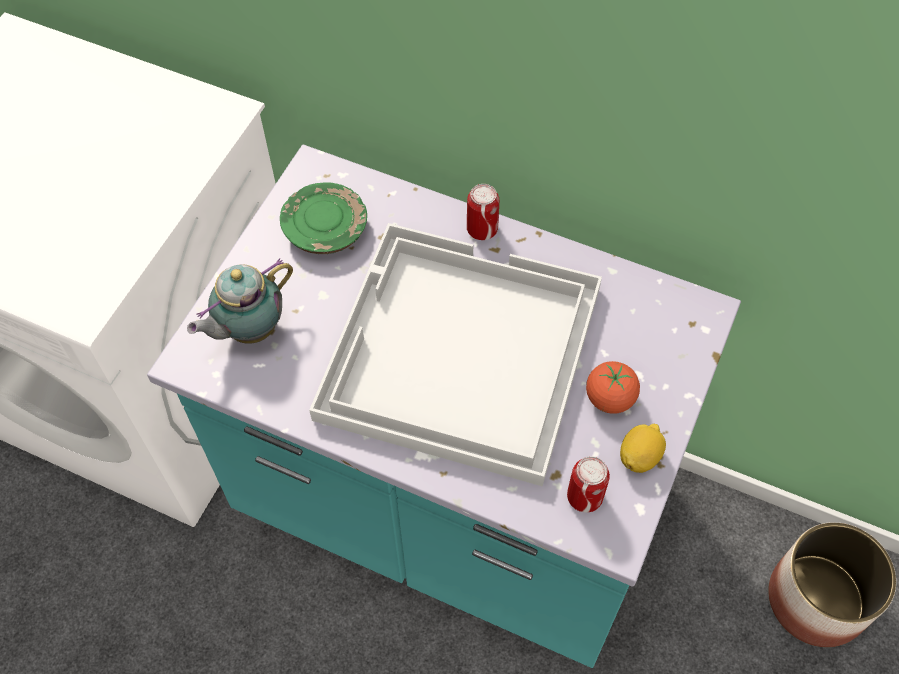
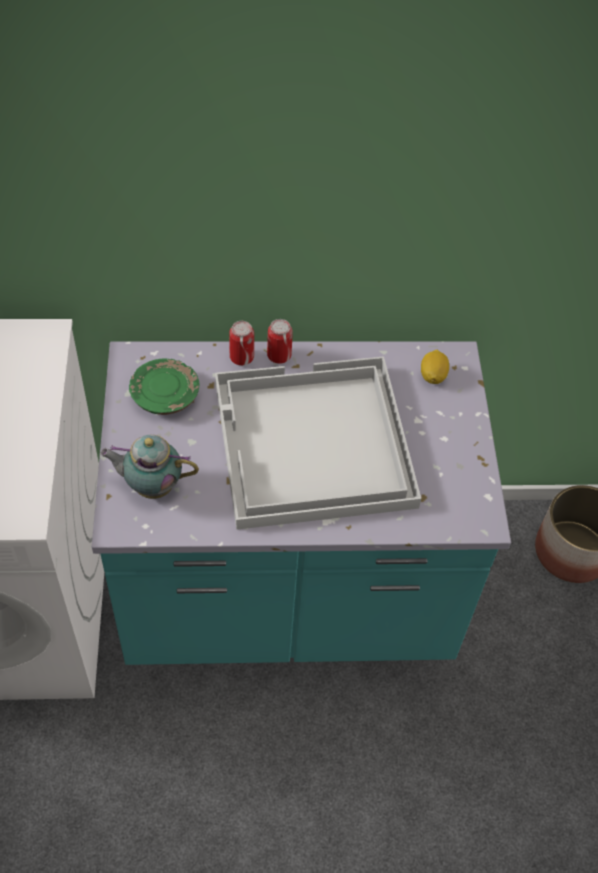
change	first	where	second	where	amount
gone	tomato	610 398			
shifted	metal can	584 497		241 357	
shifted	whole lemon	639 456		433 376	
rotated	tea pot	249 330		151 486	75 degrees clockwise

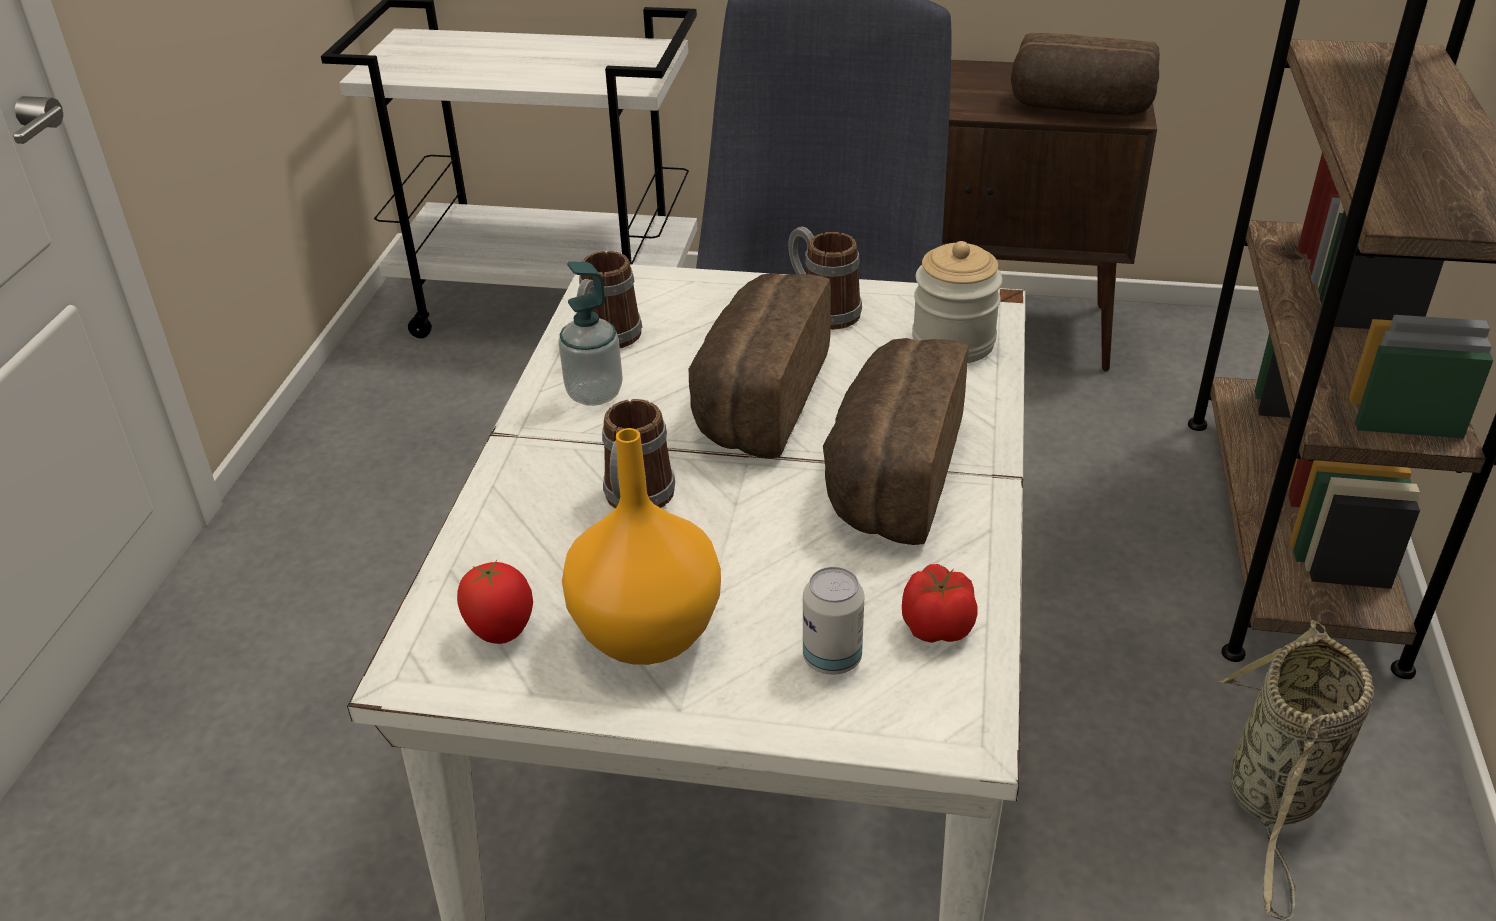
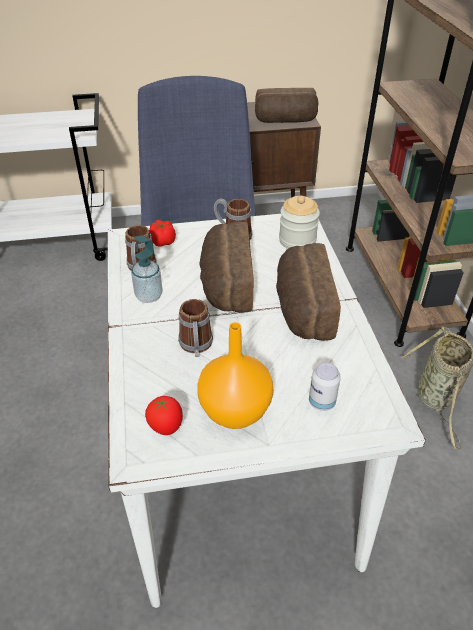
change	first	where	second	where	amount
shifted	tomato	937 625		163 242	

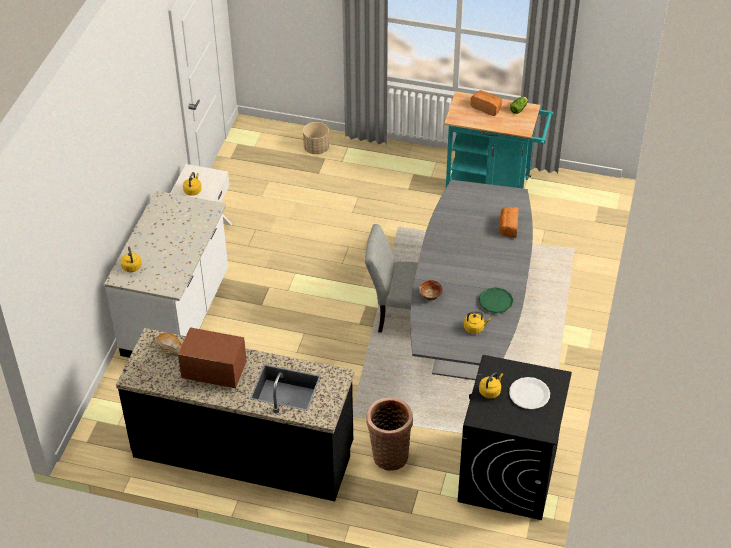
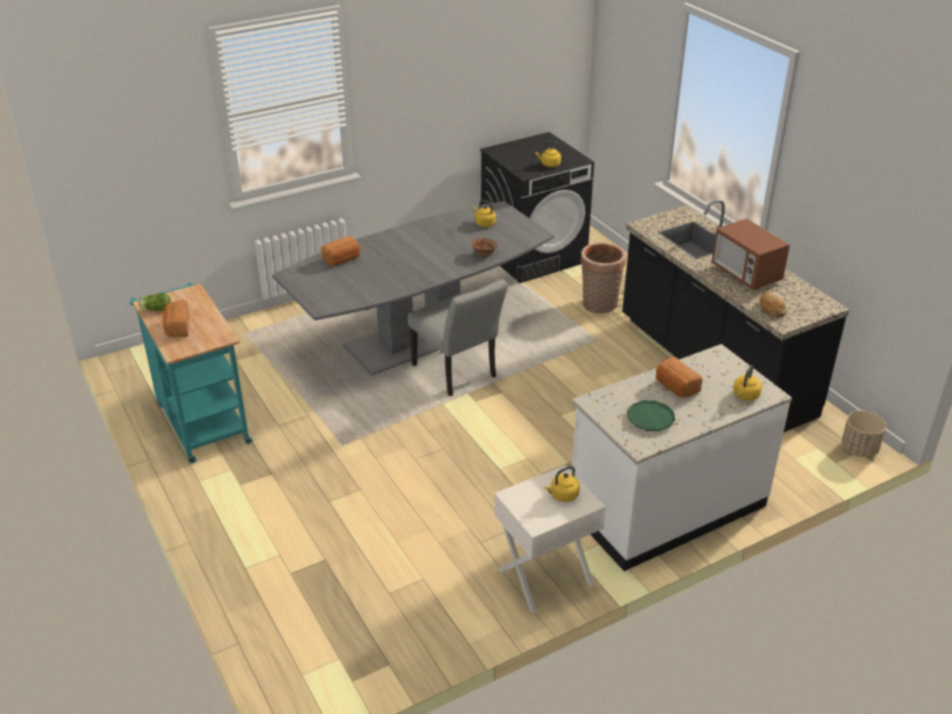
change	first	where	second	where	amount
gone	white plate	529 394			
new			bread	675 387	
shifted	sand-coloured plant pot	316 148		859 449	
shifted	greenish plate	495 302		650 419	

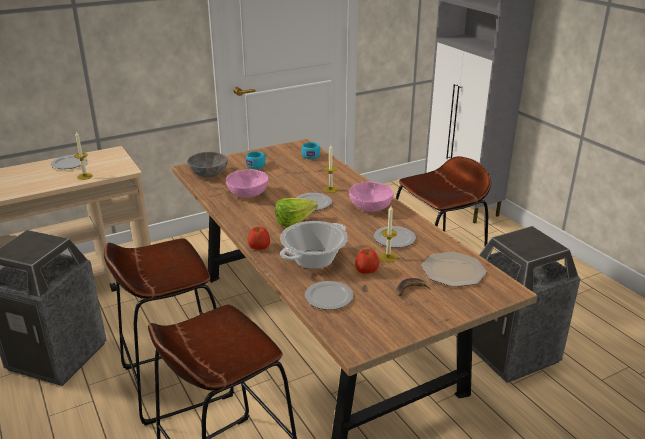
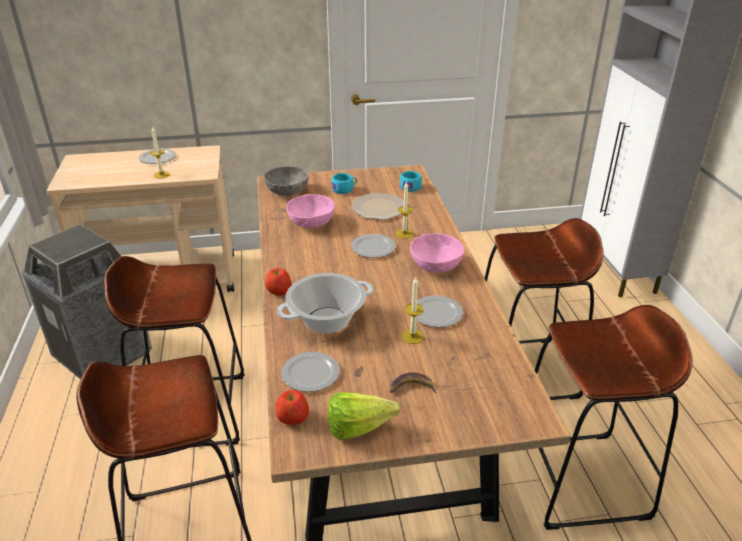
change	first	where	second	where	amount
shifted	lettuce	298 221		364 428	
shifted	whole apple	366 270		292 417	
shifted	plate	452 271		378 208	
swapped	waste bin	511 353	brown sitting stool	579 479	

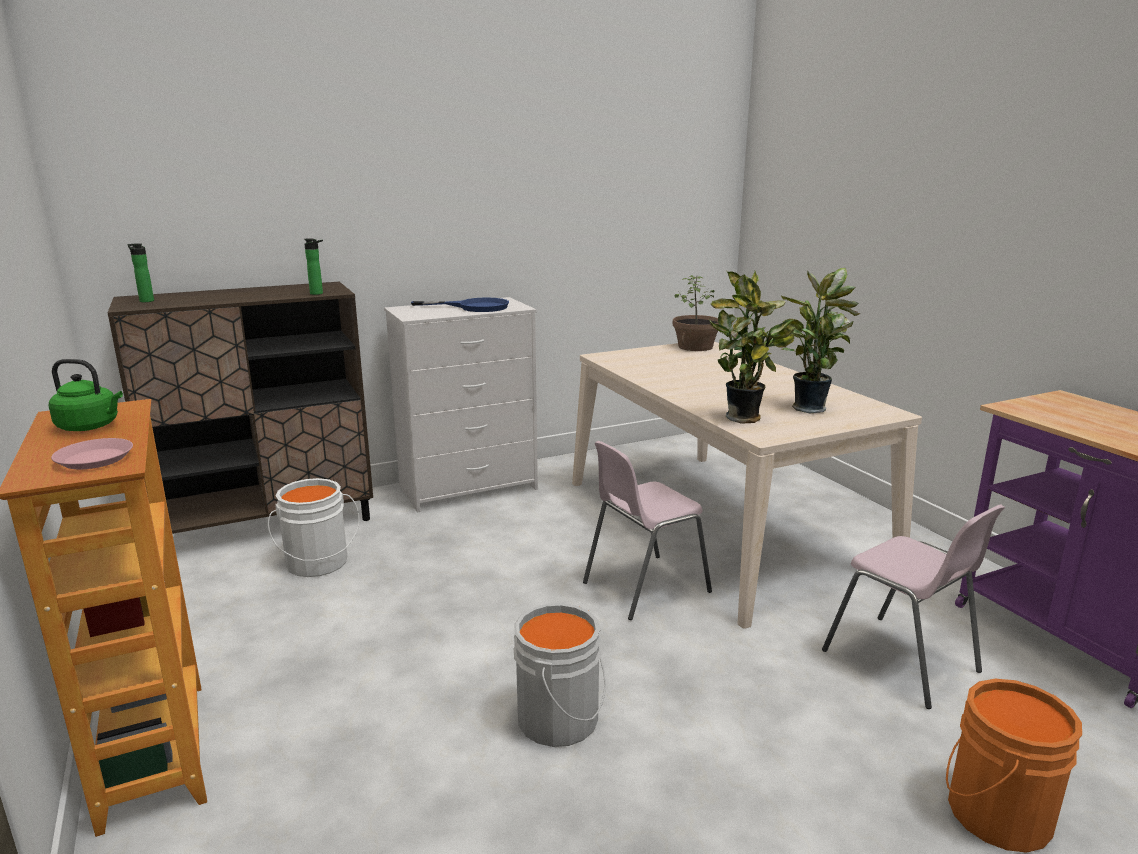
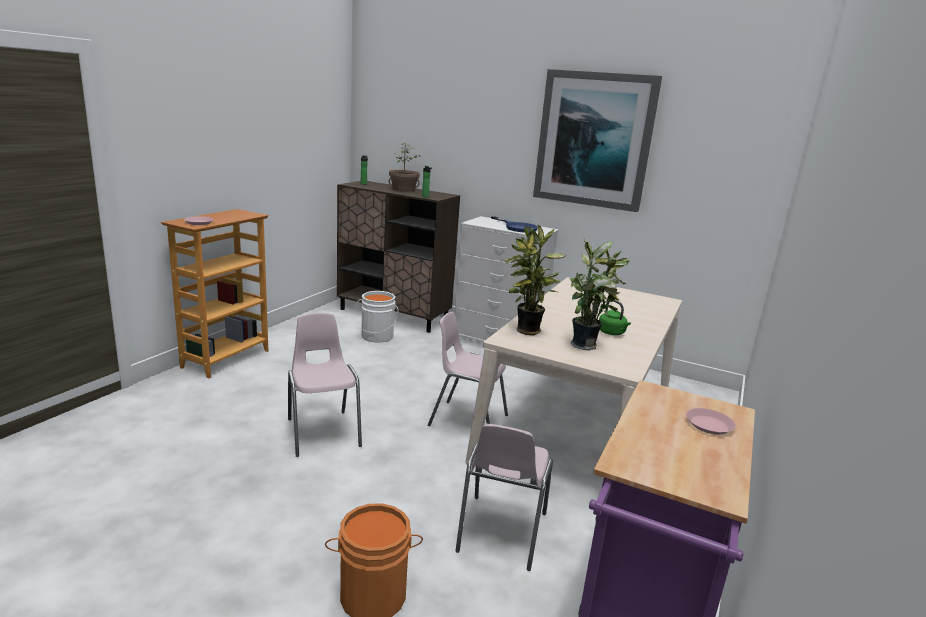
change	first	where	second	where	amount
new			wall picture	594 140	
new			pink plate	709 425	
shifted	greenish kettle	91 426		612 333	
shifted	plant in a pot	695 347		403 189	
swapped	grey bucket	562 720	pink plain chair	323 432	

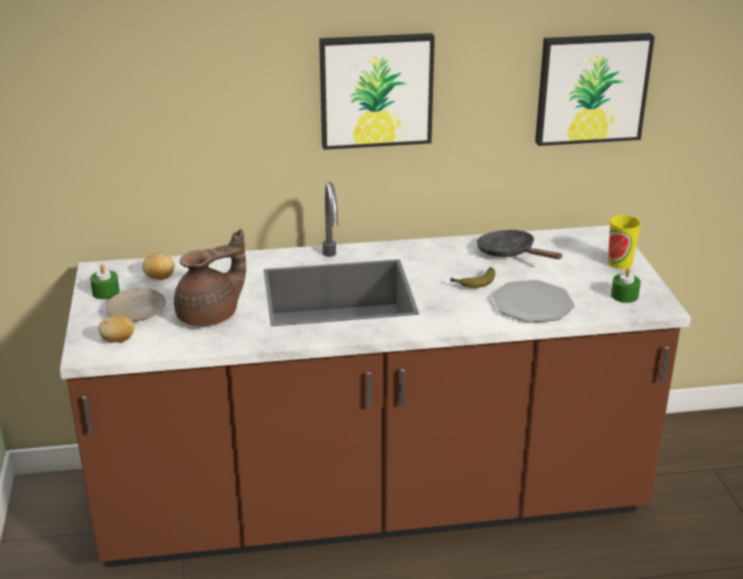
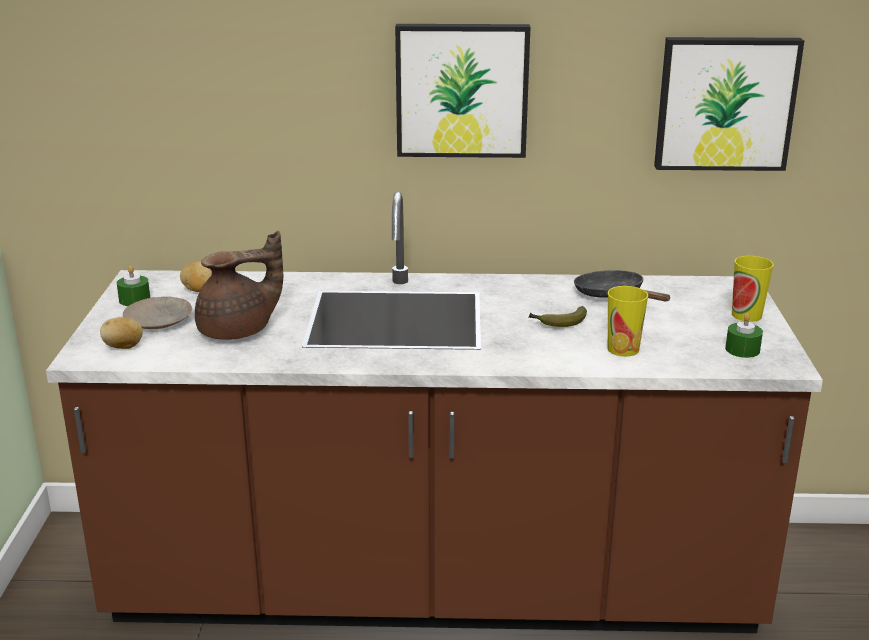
change	first	where	second	where	amount
swapped	plate	532 304	small cup	623 349	

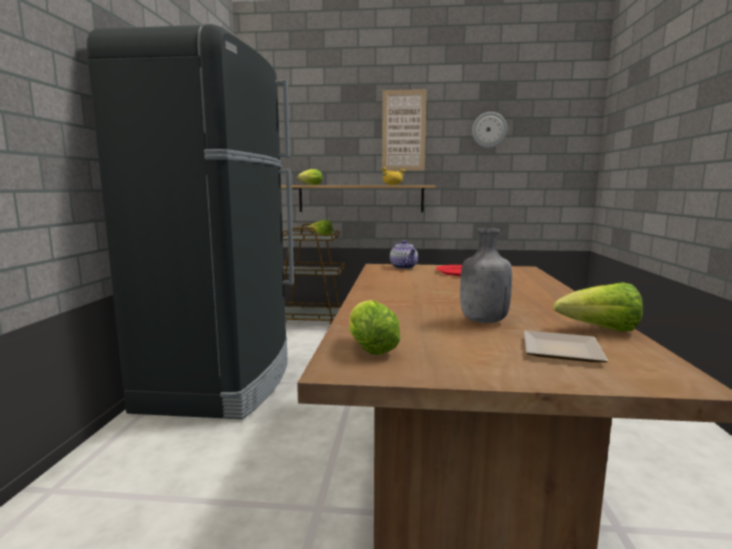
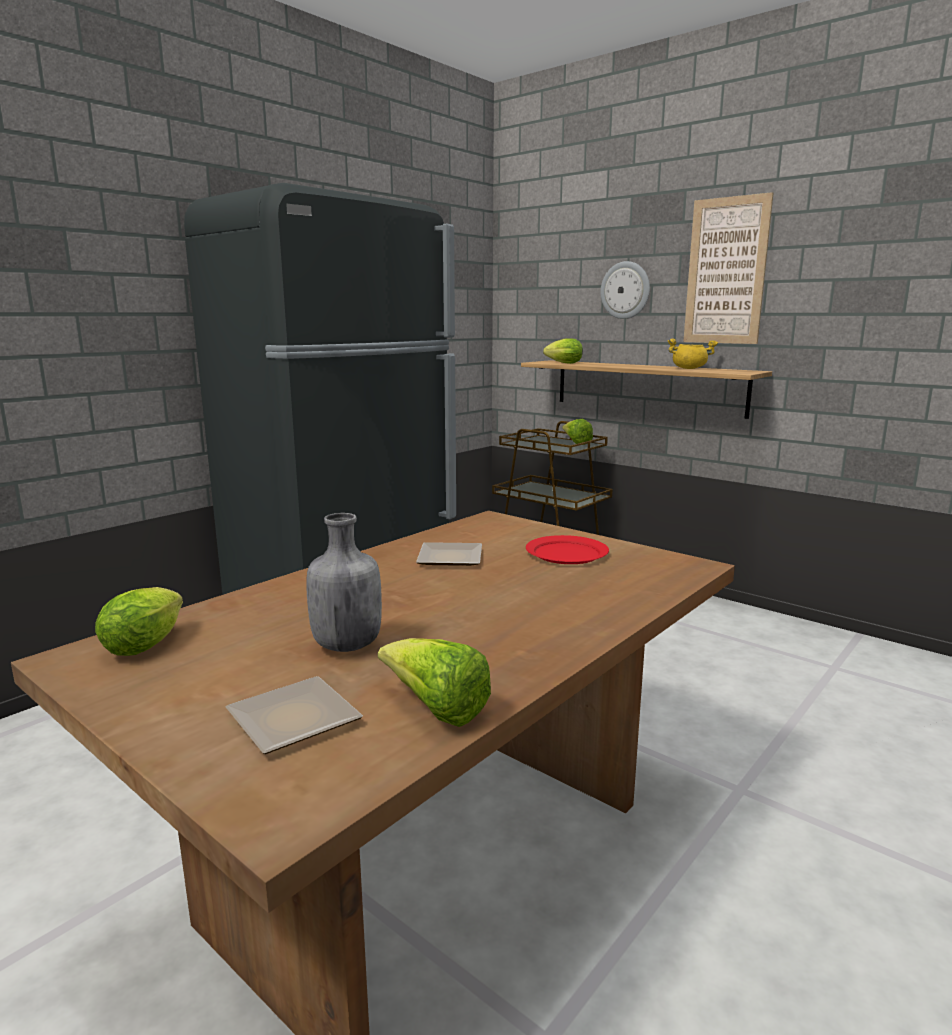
change	first	where	second	where	amount
gone	tea pot	404 267			
new			plate	452 557	
shifted	clock on the wall	489 130		625 290	

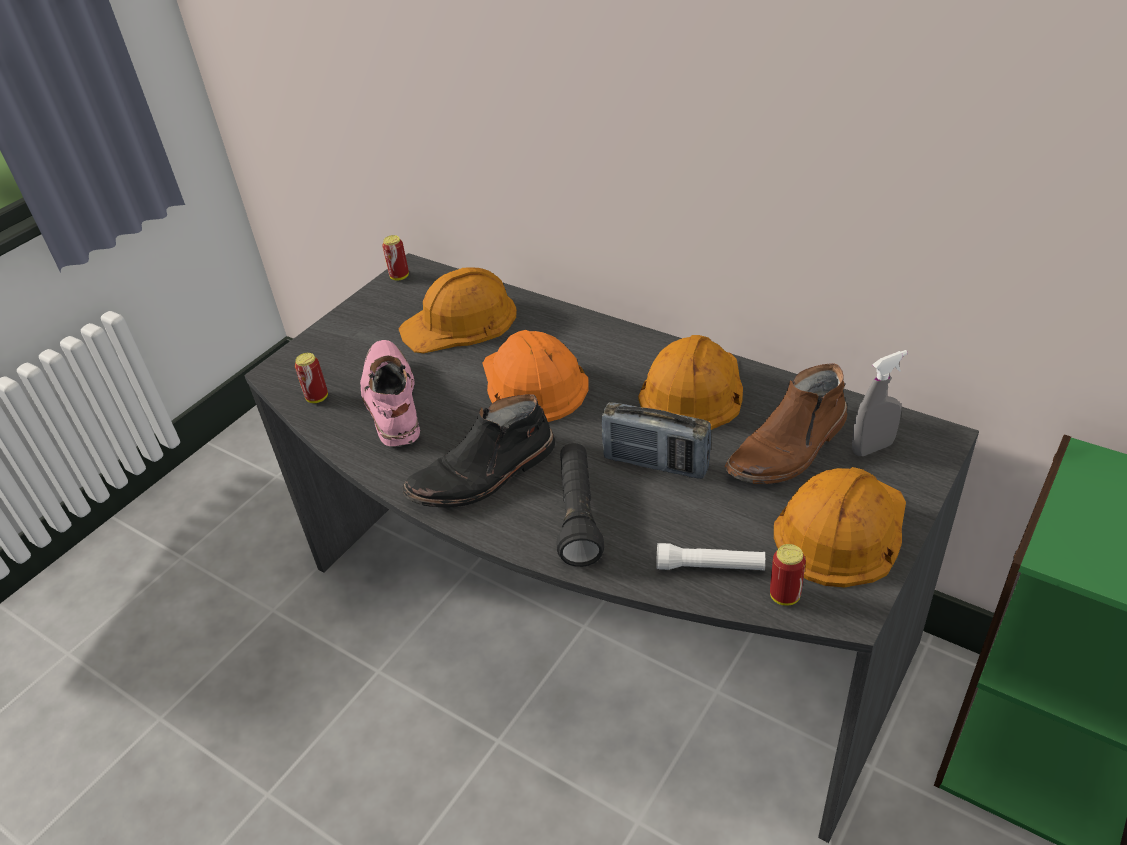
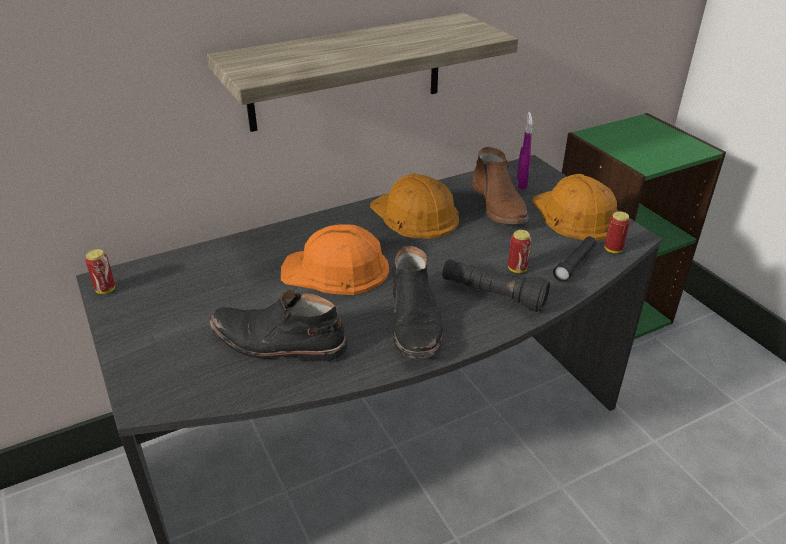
change	first	where	second	where	amount
gone	orangey work helmet	460 321			
gone	radio	656 463			
new			wall shelf	346 72	
shifted	metal can	317 398		517 269	
repainted	pink boot	391 402	blackish boot	278 343	
repainted	white torch	710 567	blackish torch	575 264	
repainted	grey spray bottle	872 448	purple spray bottle	521 183	

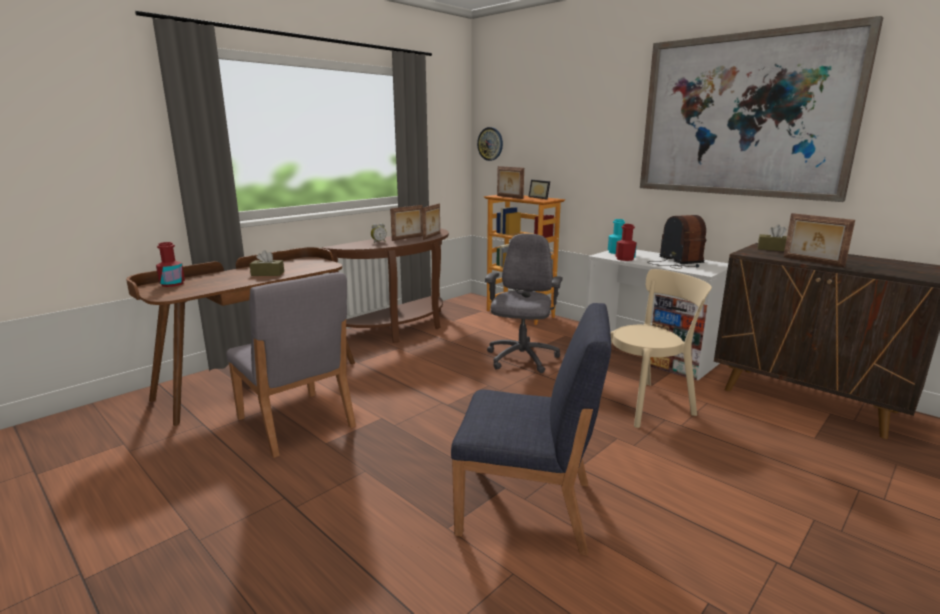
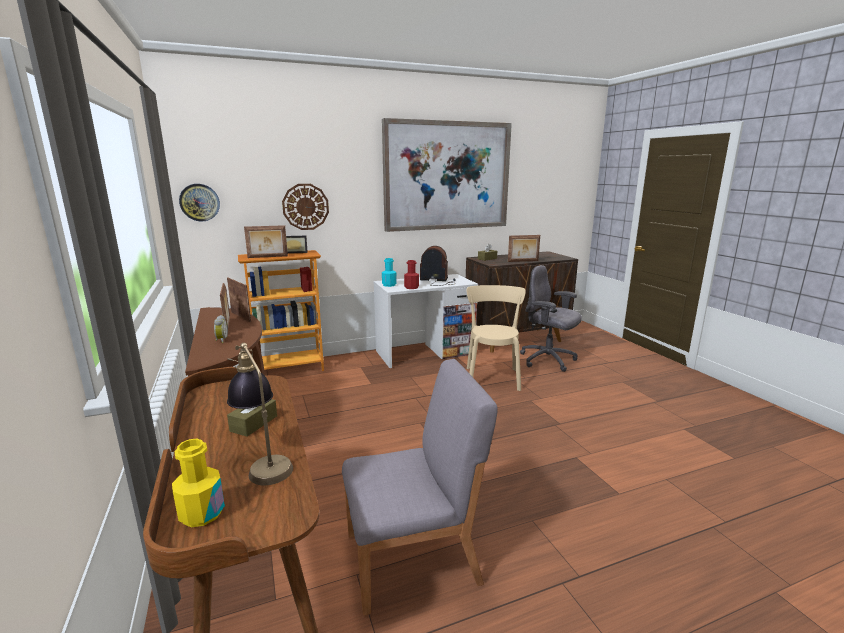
change	first	where	second	where	amount
gone	blue plain chair	528 508			
new			lamp for a table	264 462	
new			clock on the wall	305 207	
shifted	grey computer chair	521 359		548 360	
repainted	red-coloured beverage bottle	172 284	yellow-coloured beverage bottle	202 513	

